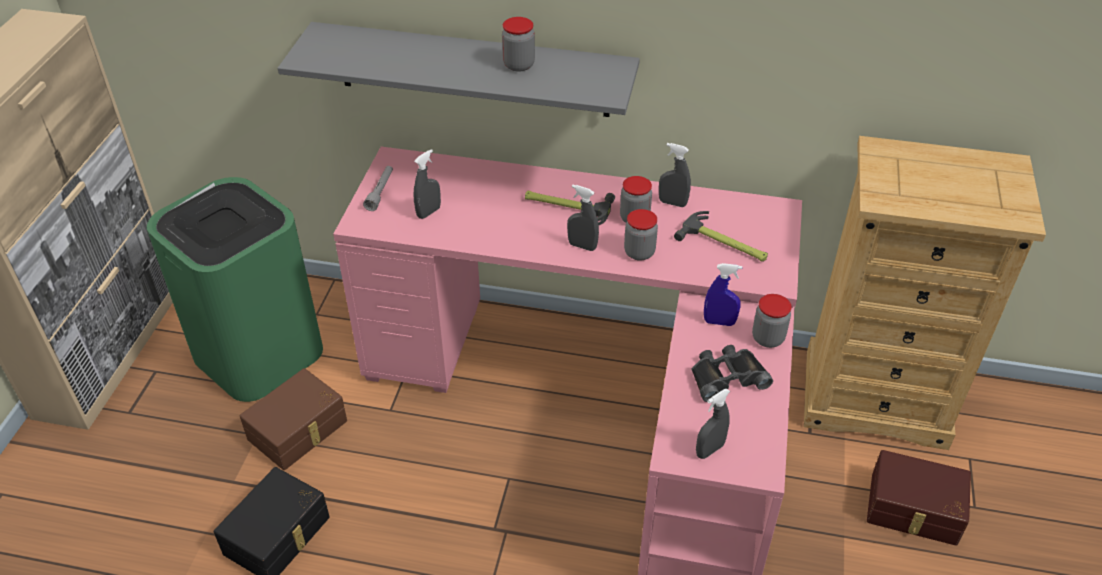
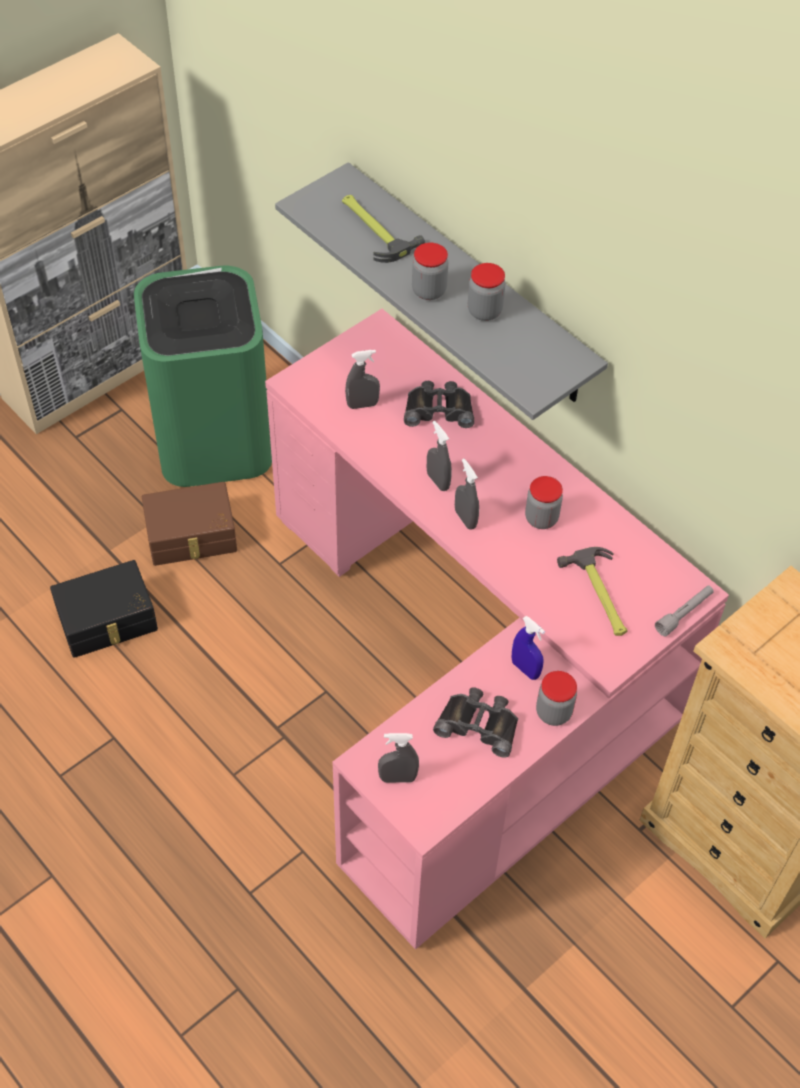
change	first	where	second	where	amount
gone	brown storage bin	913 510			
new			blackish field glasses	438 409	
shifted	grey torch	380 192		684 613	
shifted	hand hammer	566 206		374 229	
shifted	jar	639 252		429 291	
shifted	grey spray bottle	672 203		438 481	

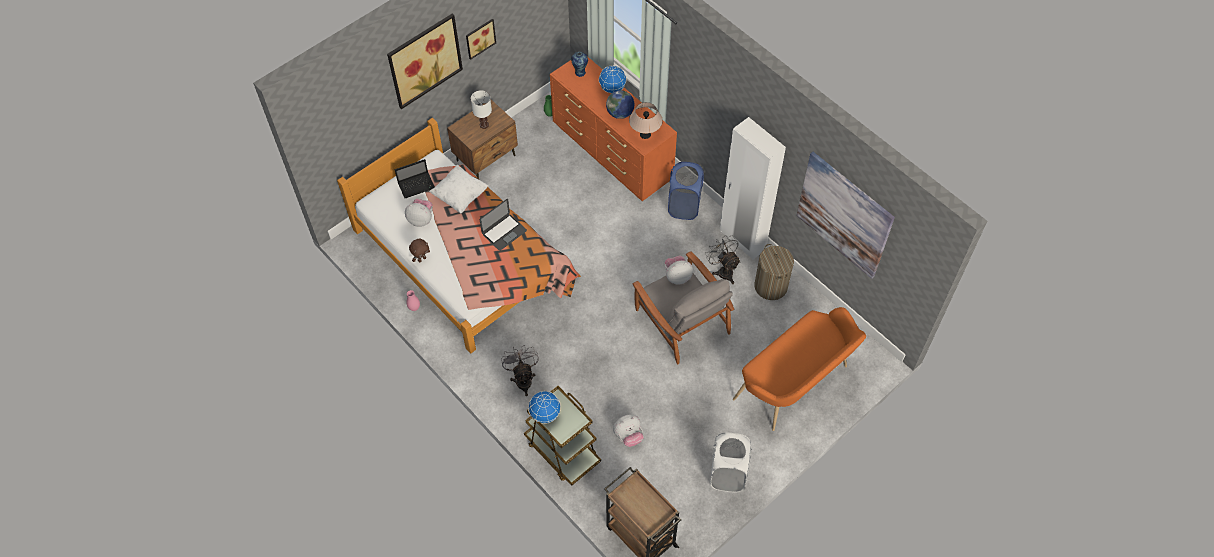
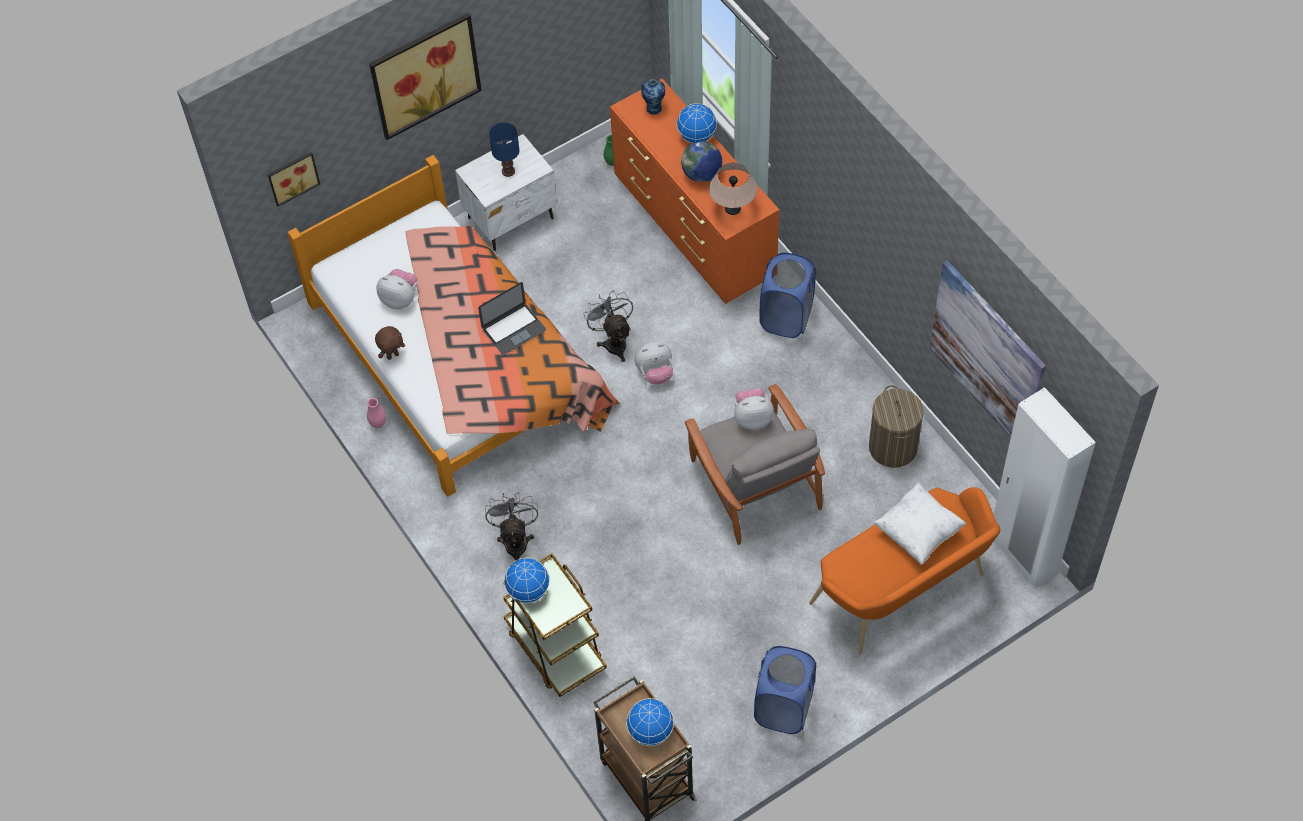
change	first	where	second	where	amount
gone	notebook computer	417 185			
new			world globe	650 731	
shifted	white cushion	460 196		918 532	
shifted	wall picture	479 37		292 177	
shifted	soft toy	628 436		655 373	
shifted	grey electric fan	723 270		613 341	
shifted	white wardrobe	742 240		1022 555	
repainted	brown nightstand	486 158	white nightstand	511 218	
repainted	white lamp for a table	484 124	blue lamp for a table	508 171	
repainted	white laundry basket	727 474	blue laundry basket	784 708	

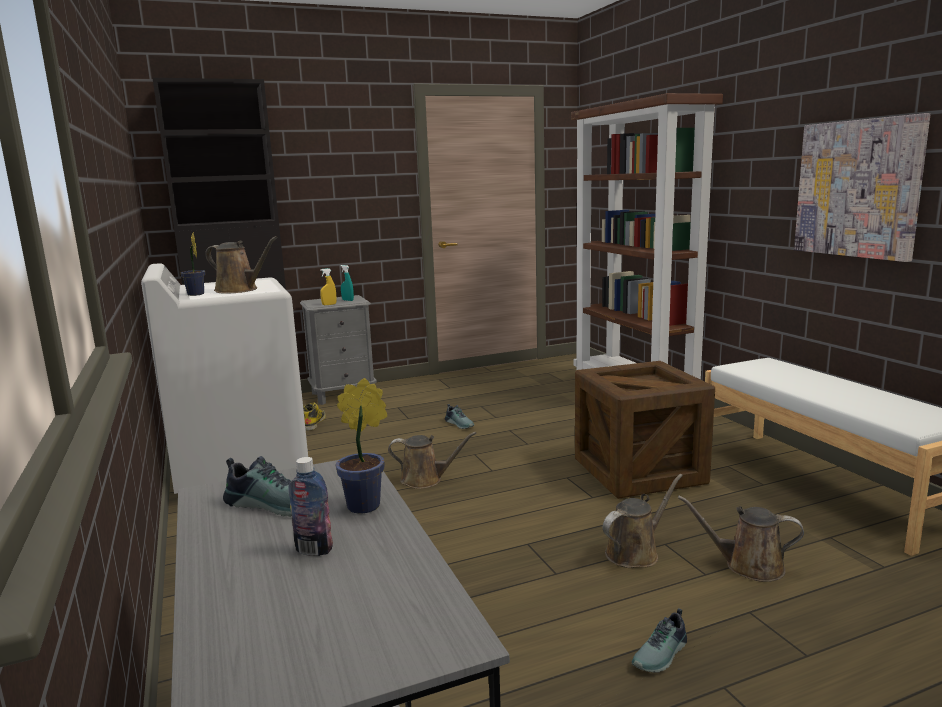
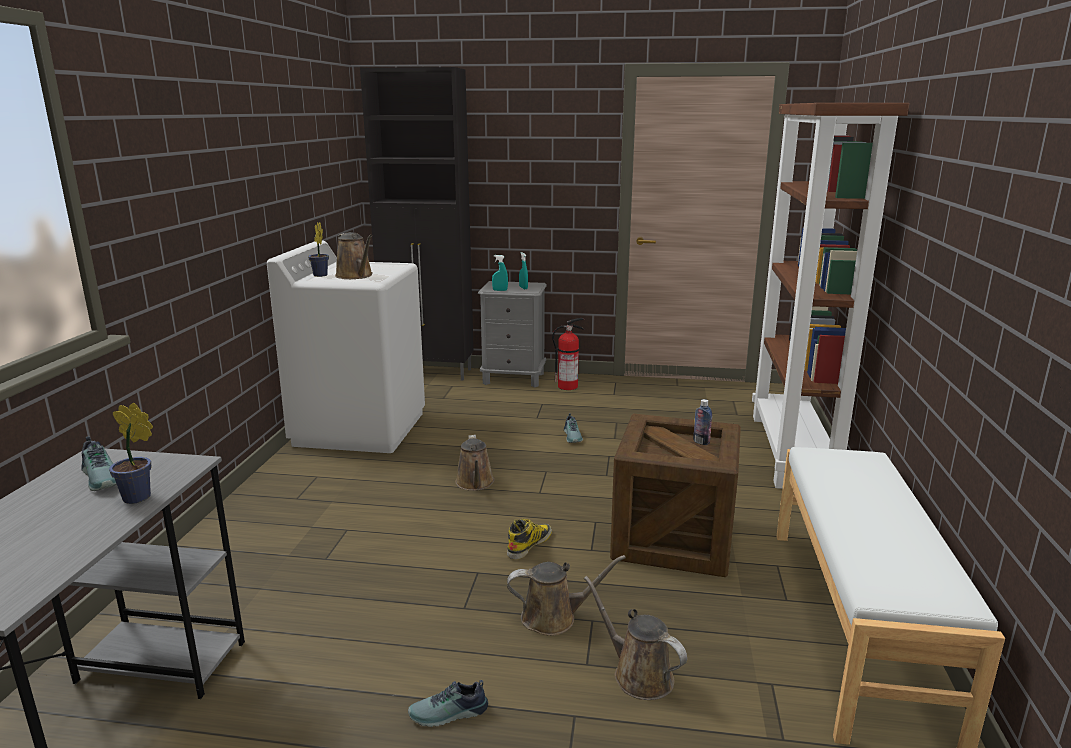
change	first	where	second	where	amount
gone	wall picture	857 189			
new			fire-fighting cylinder	568 386	
shifted	beverage bottle	314 550		701 442	
shifted	boot	314 423		529 544	
repainted	yellow-coloured spray bottle	329 304	turquoise spray bottle	500 290	
rotated	brown watering pot	425 480		475 483	45 degrees clockwise

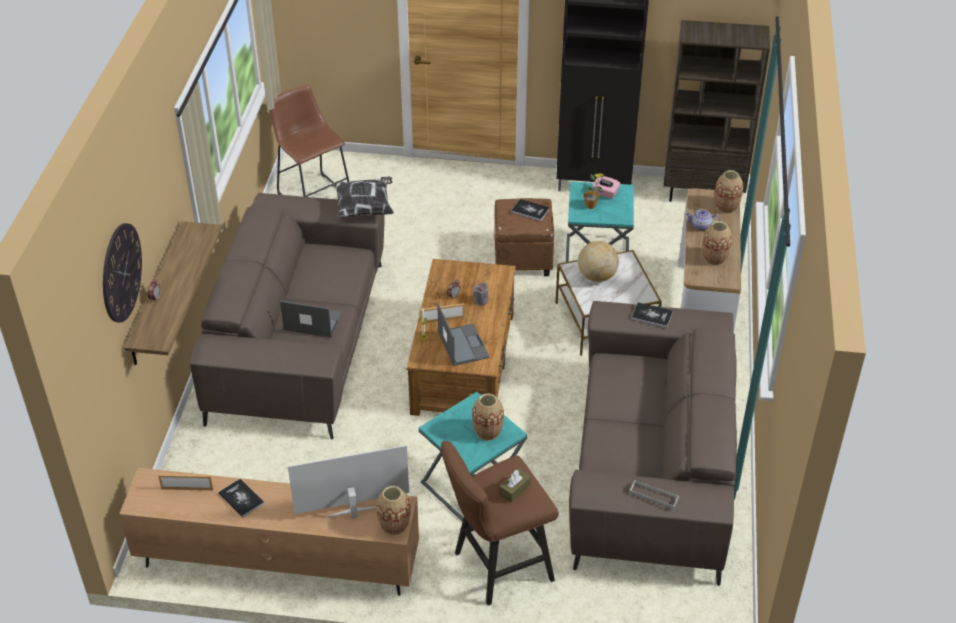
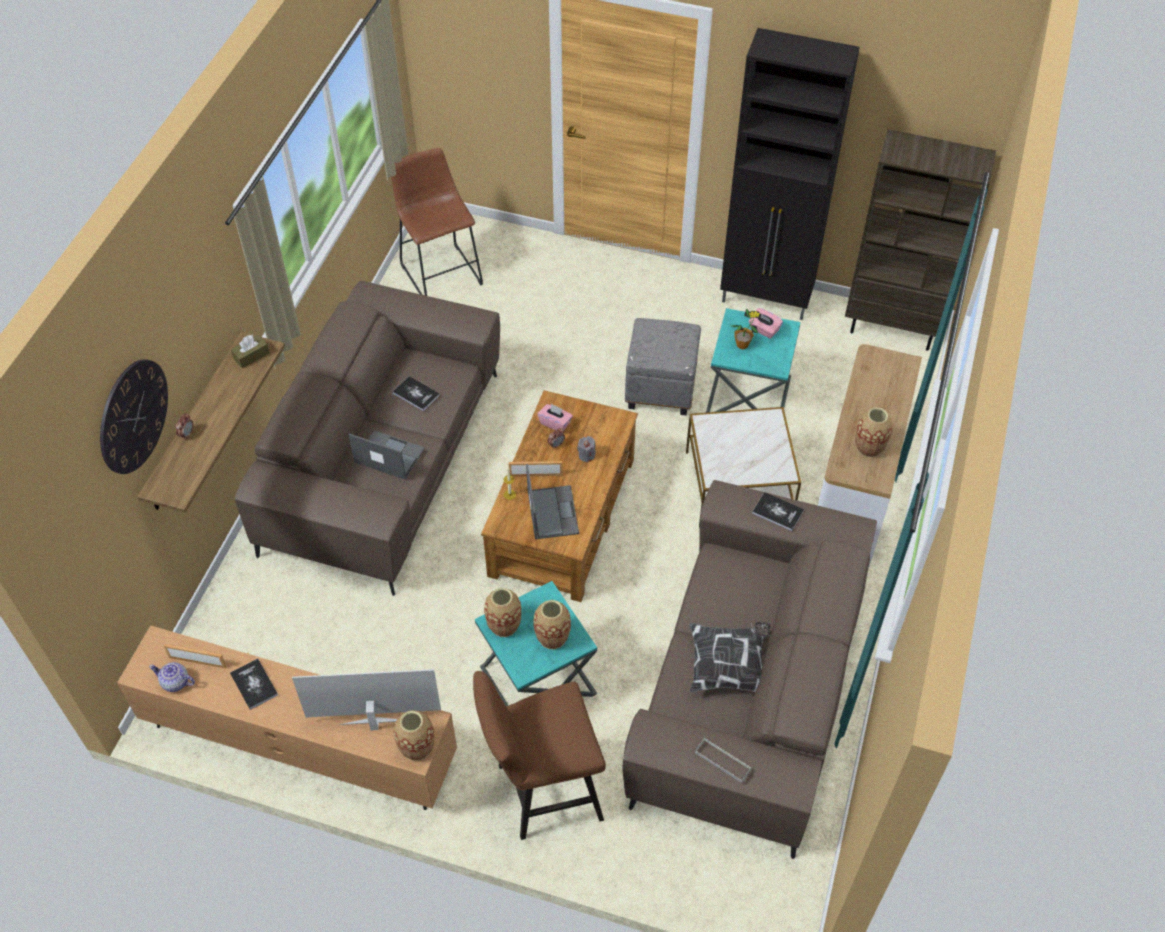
change	first	where	second	where	amount
gone	world globe	597 276			
new			pink tissue holder	555 423	
shifted	cushion	365 208		728 666	
shifted	brown tissue holder	514 489		251 356	
shifted	book	530 210		416 394	
shifted	tea pot	701 226		175 682	
shifted	flower vase	726 207		504 625	
repainted	brown pouffe	522 258	grey pouffe	660 387	

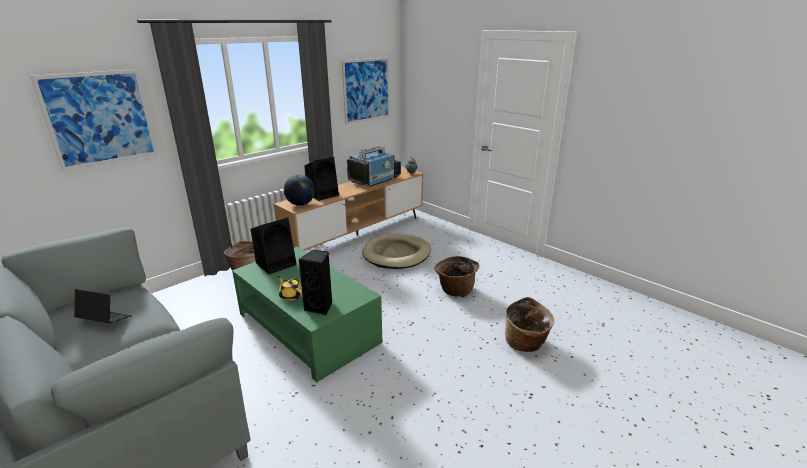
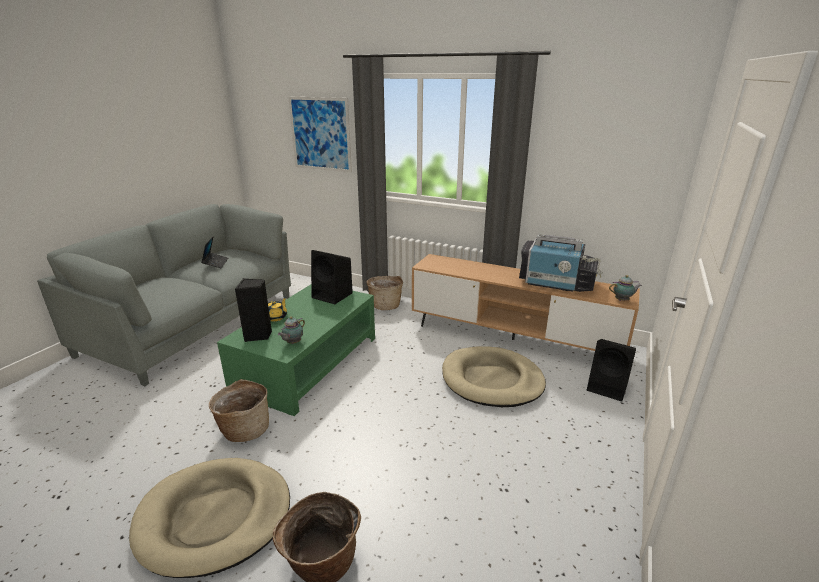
change	first	where	second	where	amount
gone	world globe	301 204			
gone	wall picture	367 90			
new			sand-coloured pet bed	215 517	
new			tea pot	293 343	
shifted	blackish audio speaker	323 194		608 387	
shifted	household basket	455 291		244 429	

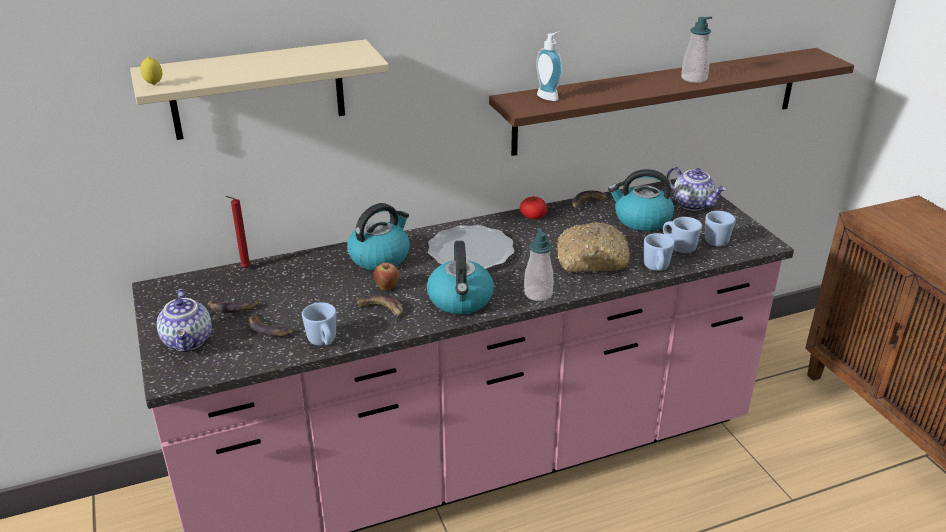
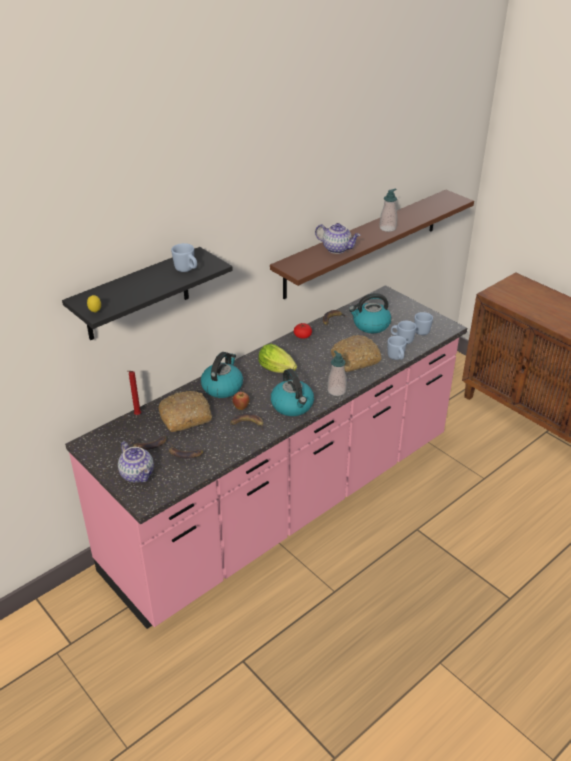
change	first	where	second	where	amount
gone	soap bottle	549 96			
new			bread	186 417	
shifted	blue tea mug	323 342		187 270	
shifted	tea pot	693 204		337 249	
swapped	plate	471 251	lettuce	278 370	
repainted	sand-coloured wall shelf	258 90	blackish wall shelf	137 295	

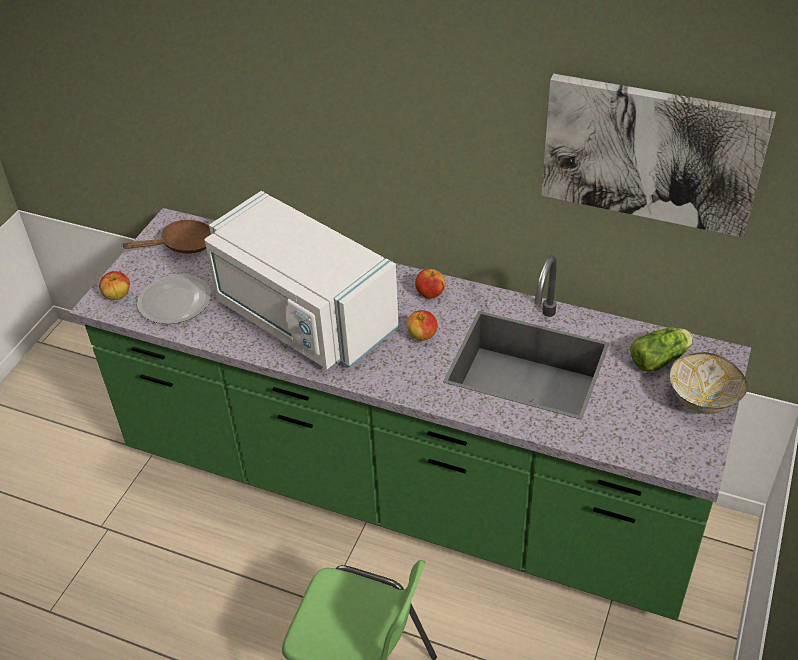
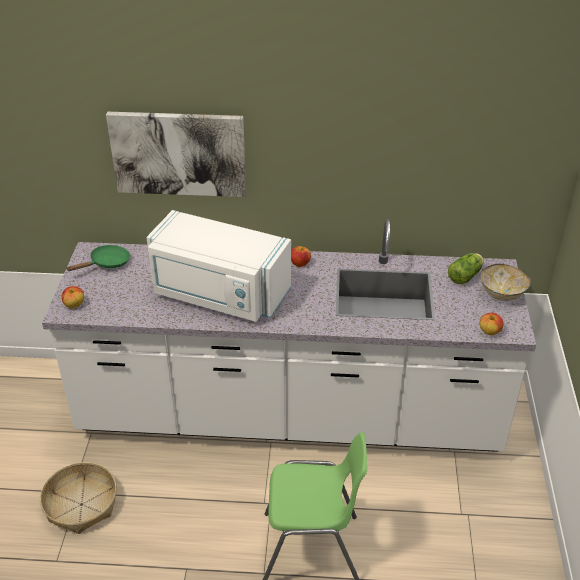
change	first	where	second	where	amount
gone	plate	174 302			
new			household basket	81 504	
shifted	whole apple	422 336		489 332	
shifted	wall picture	651 153		179 153	
repainted	greenish counter	406 489	white counter	290 415	
repainted	brown skillet	183 245	greenish skillet	107 263	

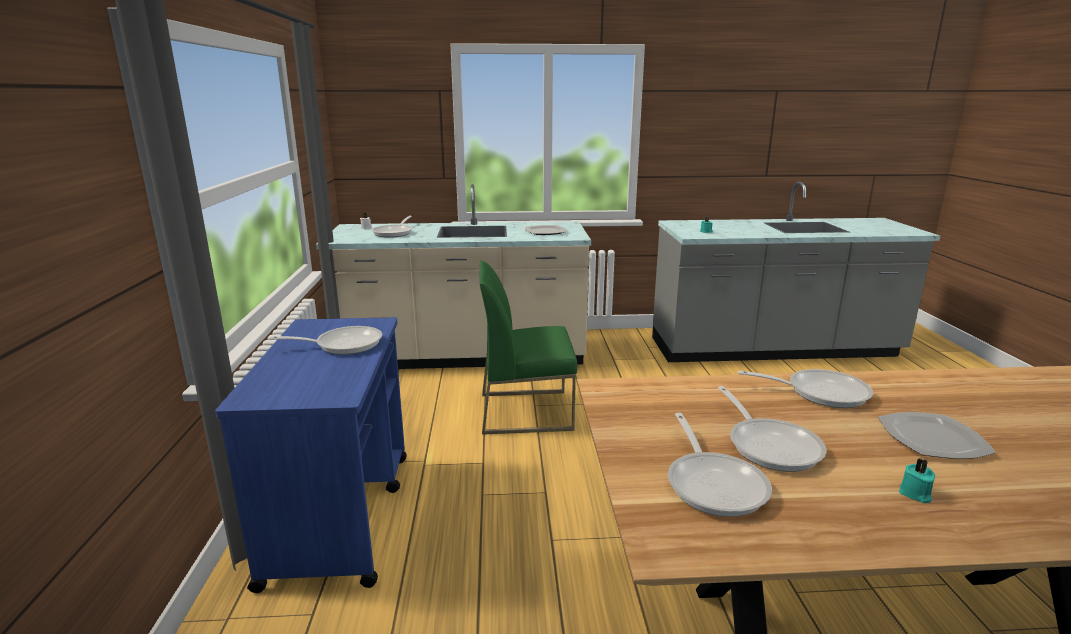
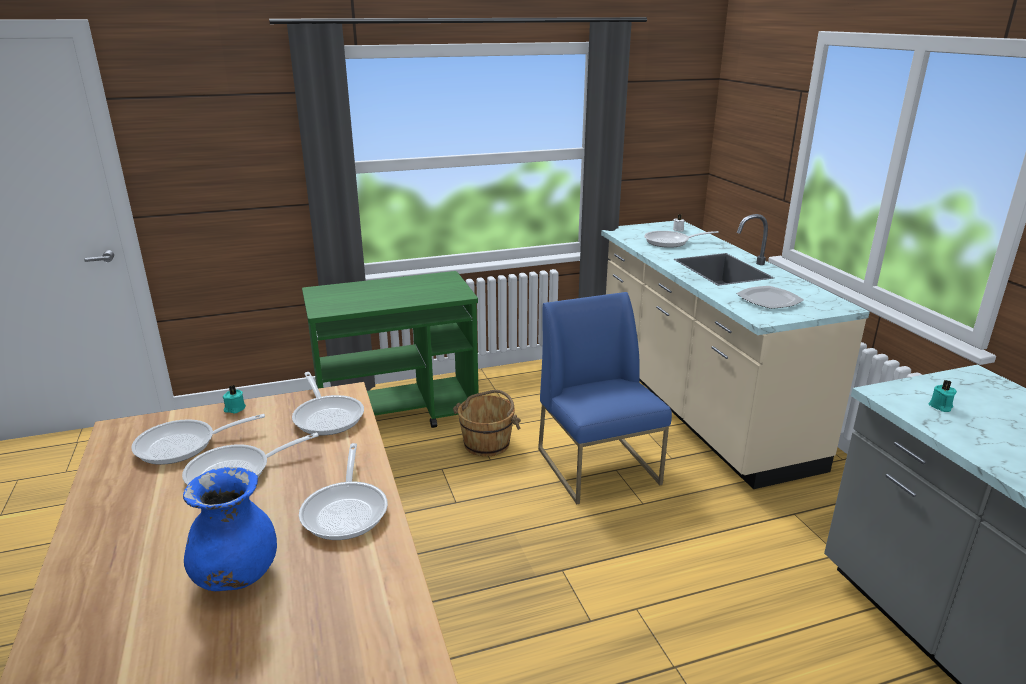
change	first	where	second	where	amount
new			brown bucket	487 443	
shifted	skillet	343 345		327 416	
shifted	turquoise wax light	915 494		234 409	
swapped	plate	932 438	blue flower vase	237 576	
repainted	blue cart	341 515	greenish cart	399 414	
repainted	greenish plain chair	526 411	blue plain chair	599 466	

